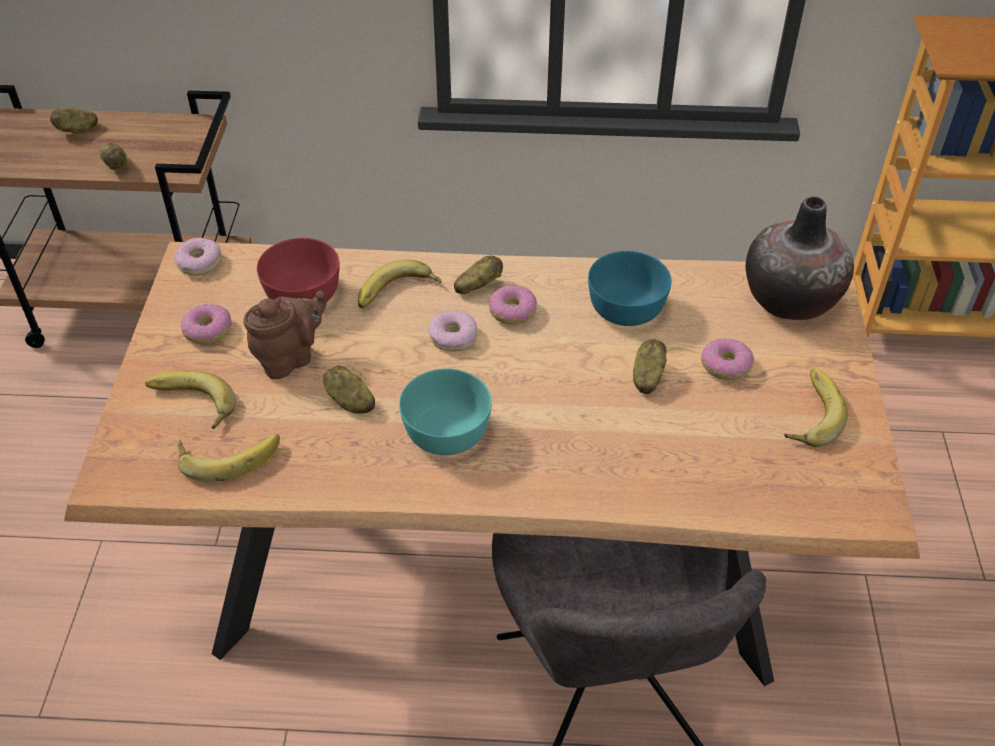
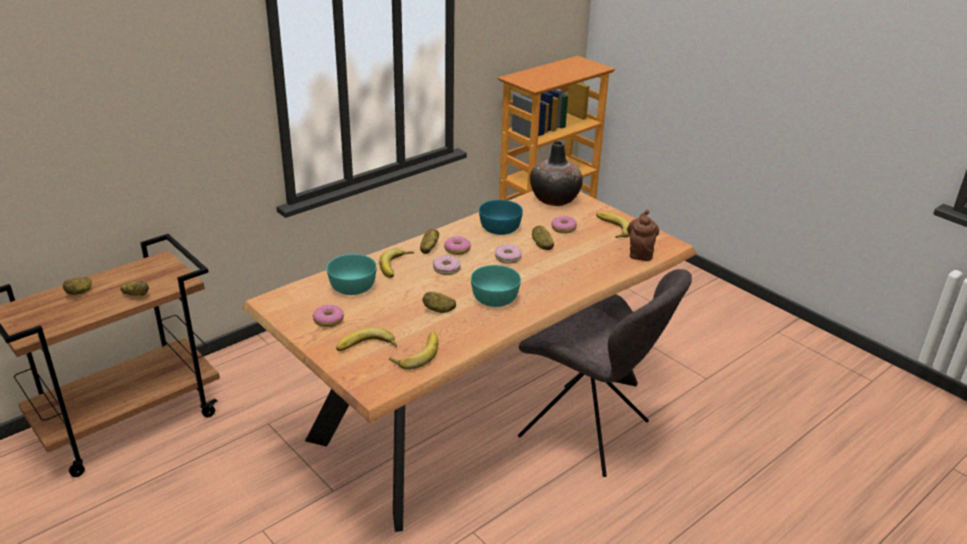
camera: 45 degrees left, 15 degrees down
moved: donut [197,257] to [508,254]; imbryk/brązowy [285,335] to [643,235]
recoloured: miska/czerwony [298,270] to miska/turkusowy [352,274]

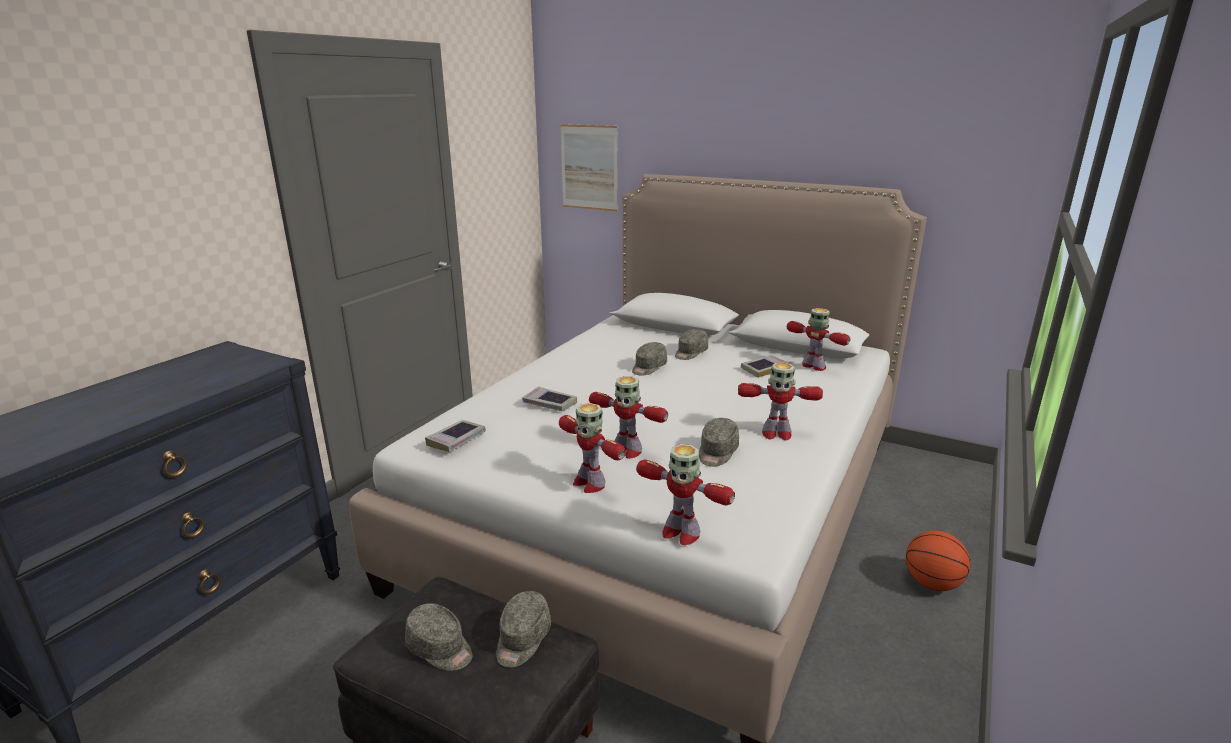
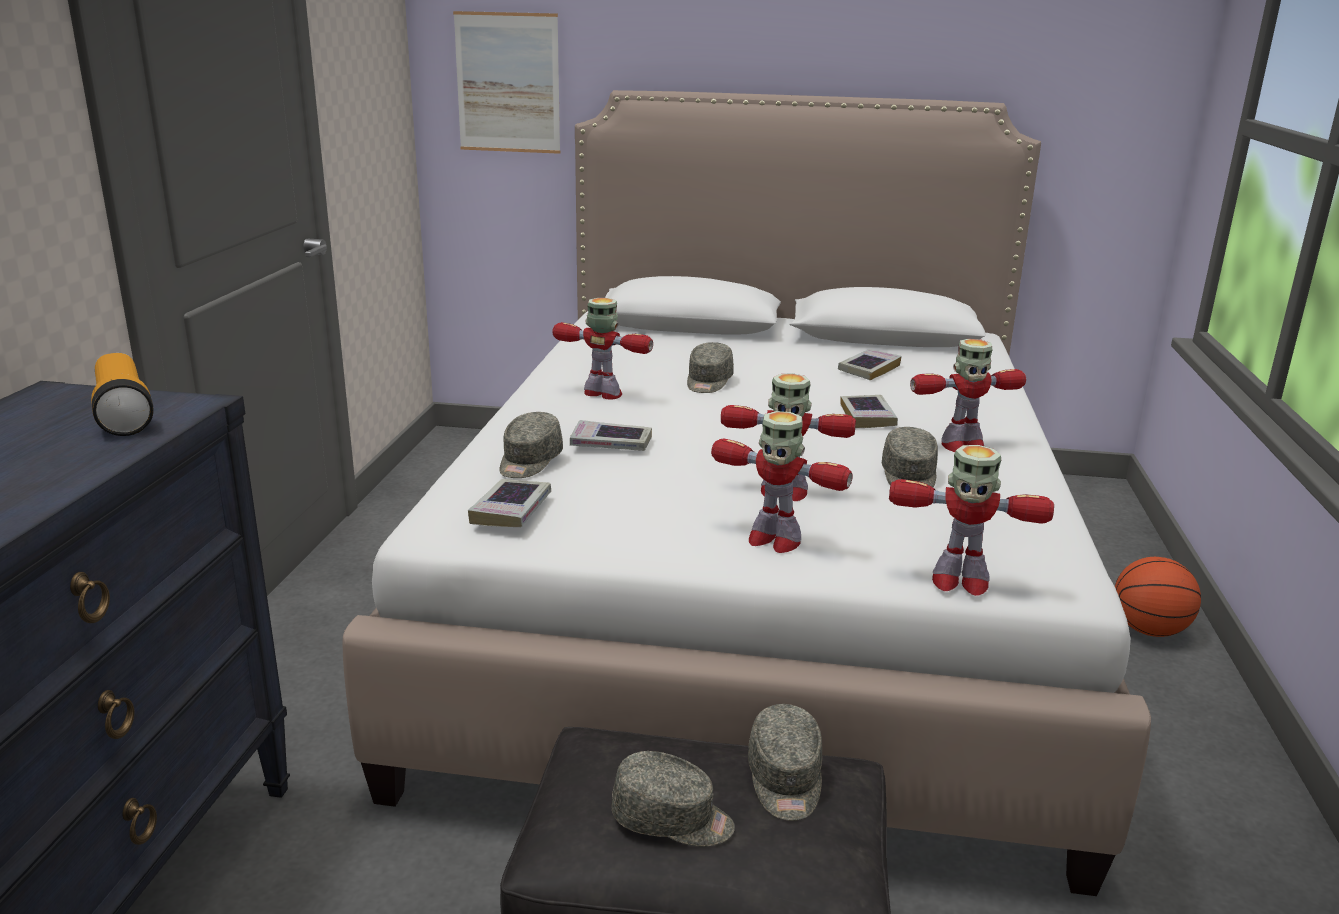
camera: 20 degrees left, 0 degrees up
added: latarka [122,394]; książka [869,411]
moved: czapka z daszkiem/szary [691,344] to [531,445]; robot zabawkowy [818,339] to [602,349]

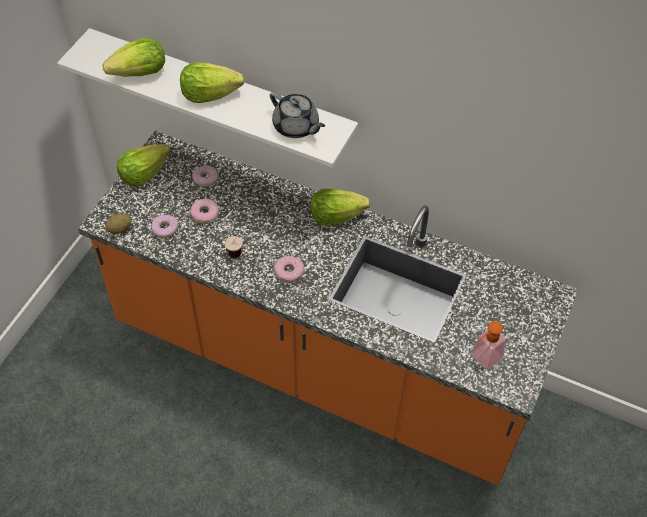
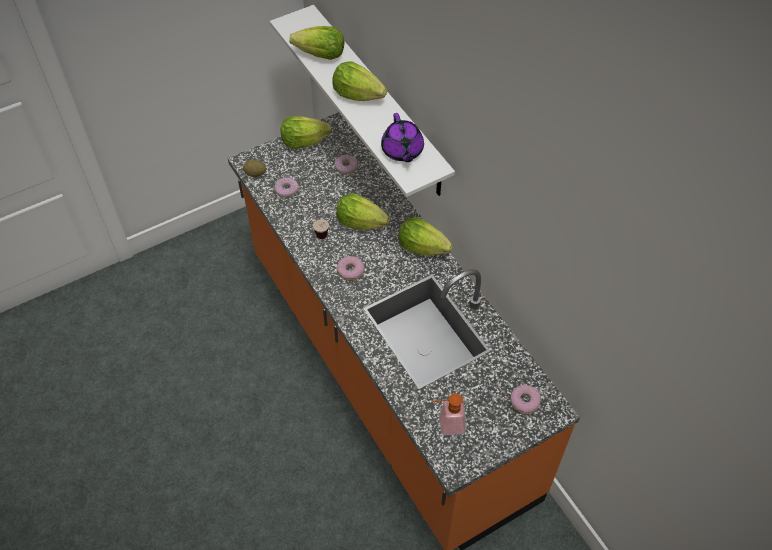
camera: 35 degrees right, 0 degrees up
added: sałata [363,211]
moved: donut [204,211] to [526,399]
recoloured: imbryk/szary [297,115] to imbryk/fioletowy [402,137]

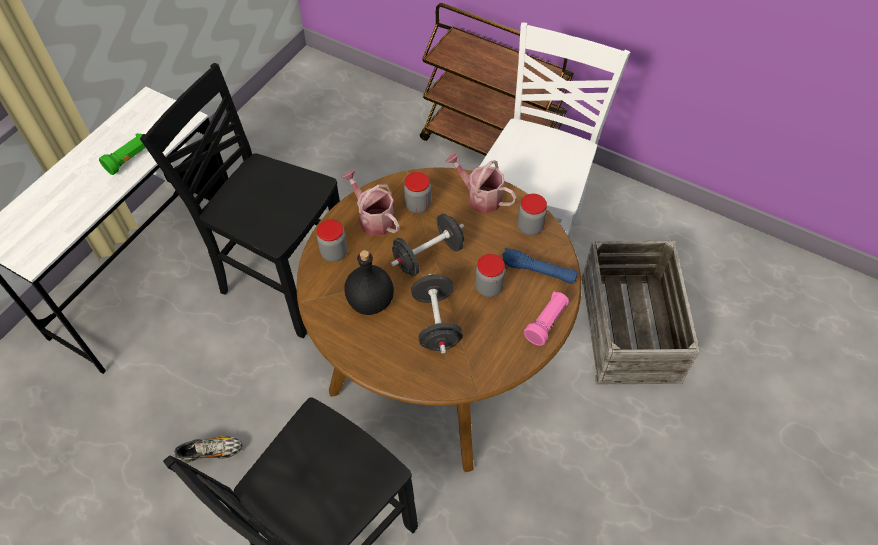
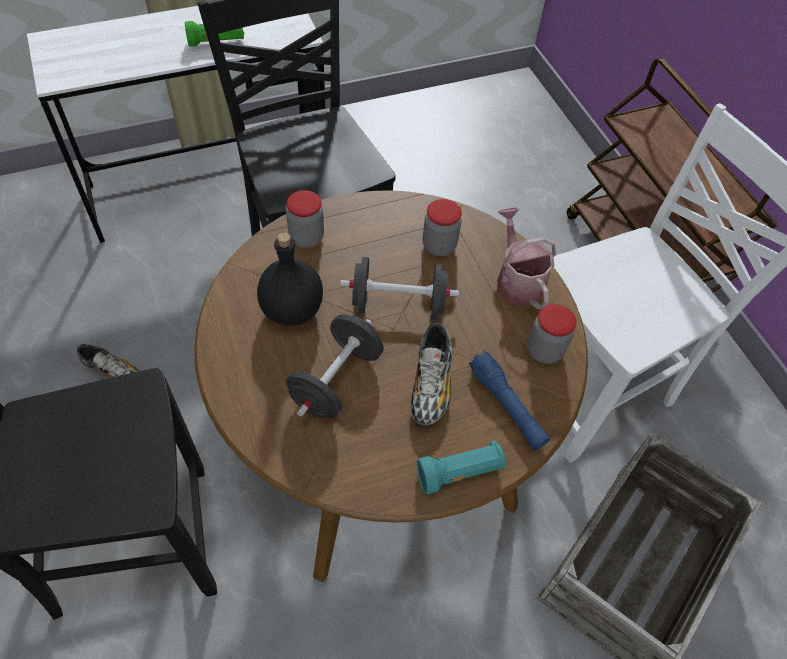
camera: 35 degrees right, 0 degrees up
removed: konewka [370,202]
replaced: słoik [490,275] to but [431,374]
recoloured: latarka/różowy [546,319] to latarka/turkusowy [461,467]

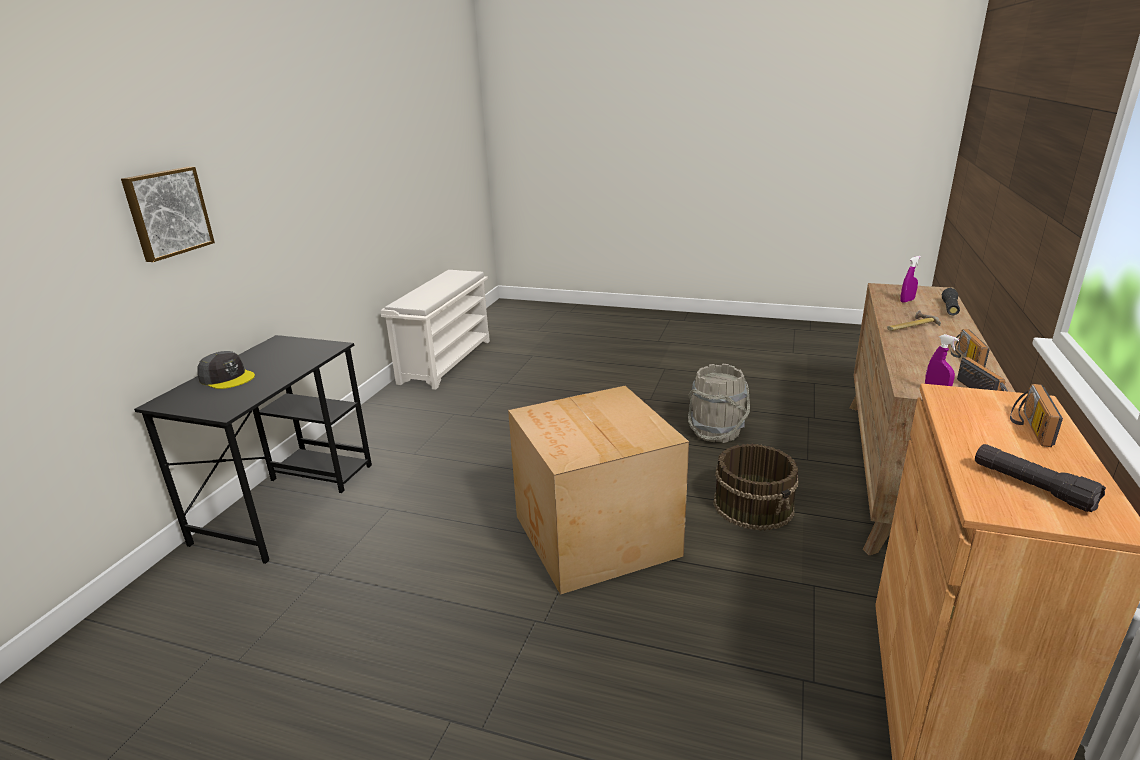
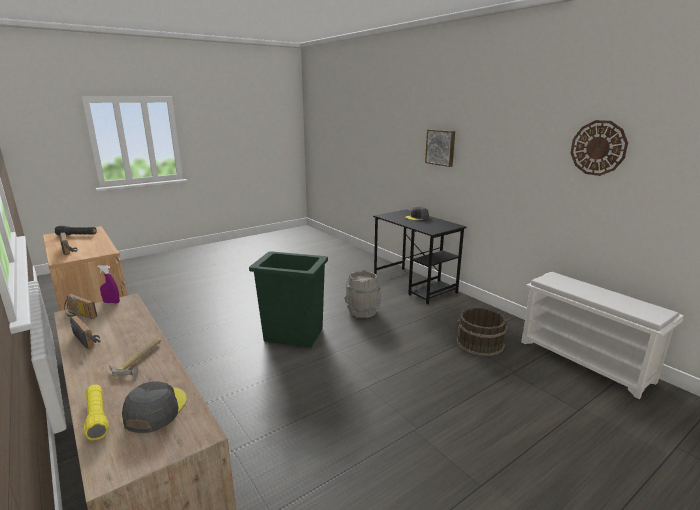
camera: 125 degrees right, 5 degrees down
added: zegar ścienny [599,148]
moved: wiadro/szary [719,403] to [363,294]; wiadro/brązowy [755,487] to [481,332]
replaced: karton [598,490] to kosz na śmieci/zielony [288,299]; spryskiwacz/fioletowy [910,279] to czapka z daszkiem/szary [154,407]
recoloured: latarka/czarny [951,301] to latarka/żółty [96,412]

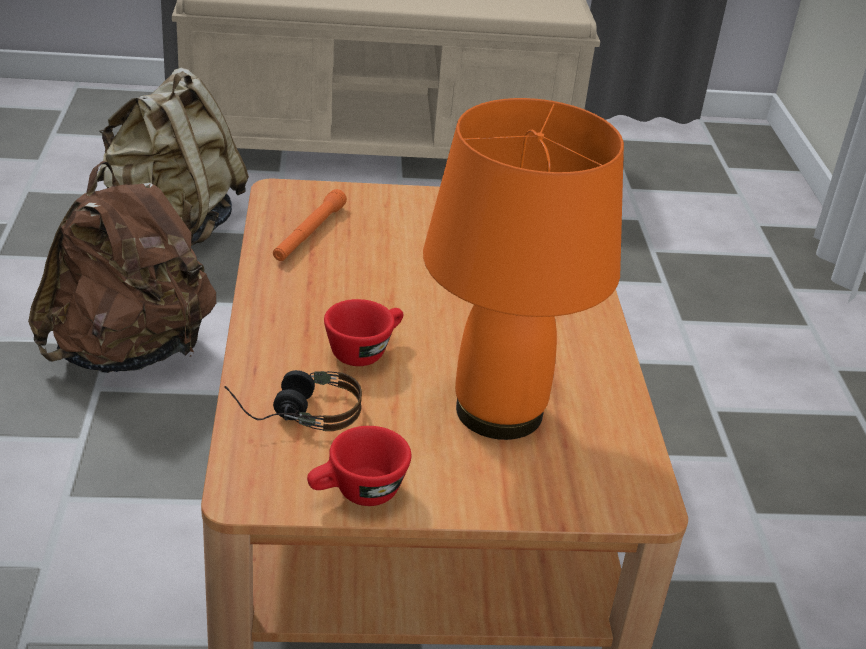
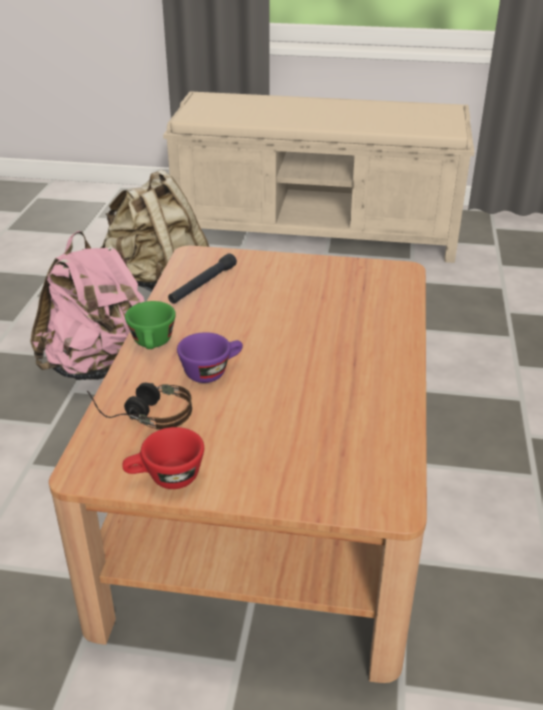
camera: 15 degrees right, 0 degrees up
removed: lampa stołowa/pomarańczowy [523,269]
added: filiżanka/zielony [150,325]
recoloured: plecak/brązowy [122,267] to plecak/różowy [87,305]; latarka/pomarańczowy [310,225] to latarka/czarny [202,278]; filiżanka/czerwony [363,332] to filiżanka/fioletowy [210,357]

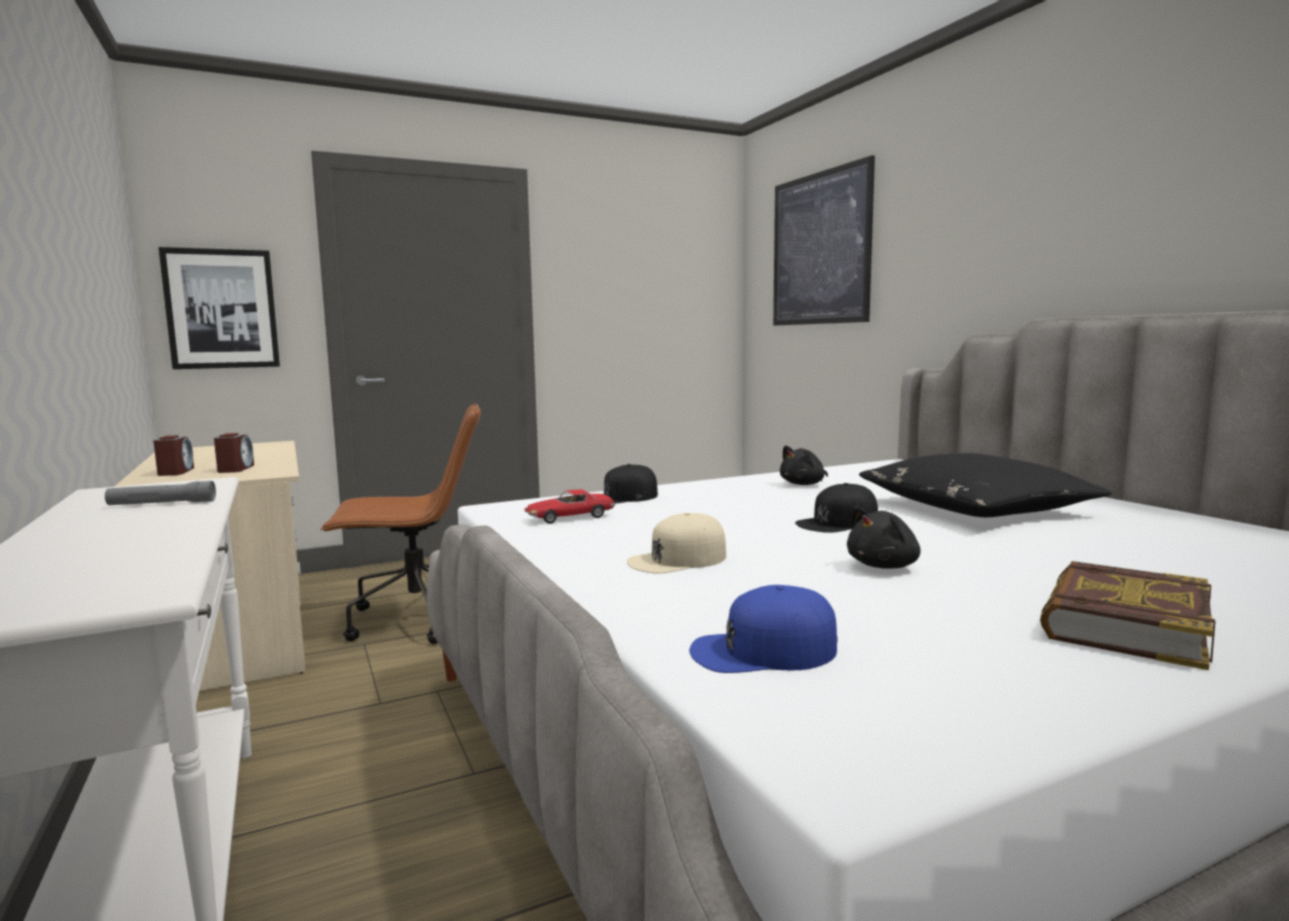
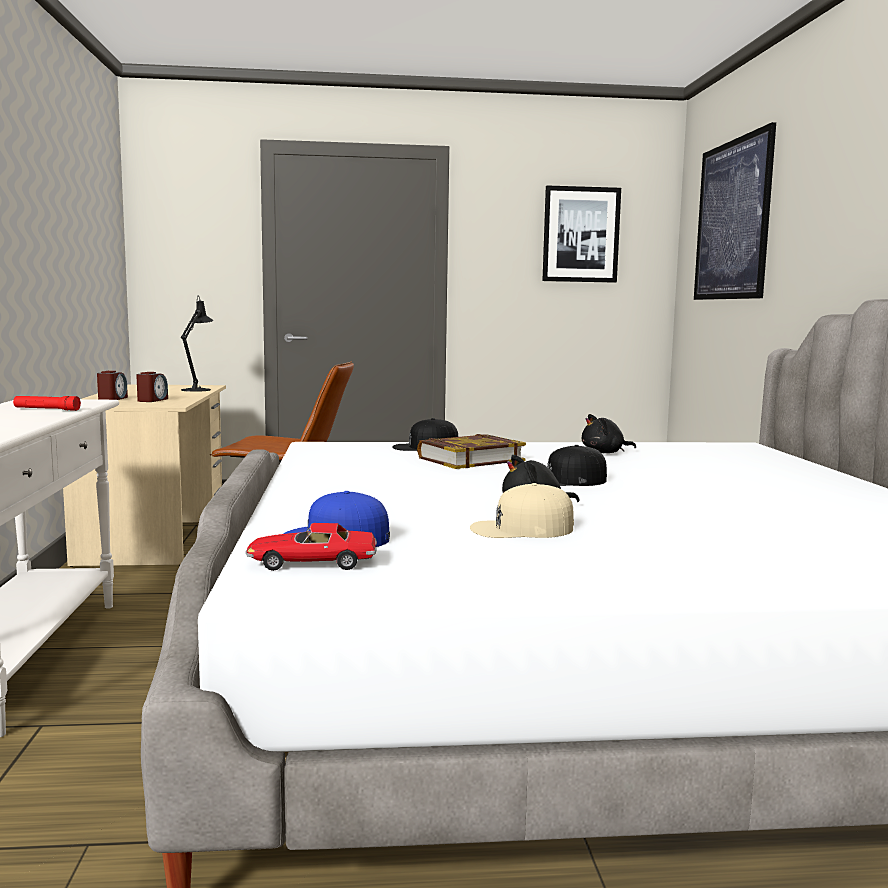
camera: 20 degrees right, 0 degrees up
removed: poduszka/czarny [985,485]
added: lampa stołowa/czarny [197,344]
moved: obraz [219,308] to [581,234]; samochodzik [569,506] to [311,547]; czapka z daszkiem/beżowy [676,543] to [522,510]; książka [1127,615] to [471,451]
recoloured: latarka/szary [160,493] to latarka/czerwony [47,403]

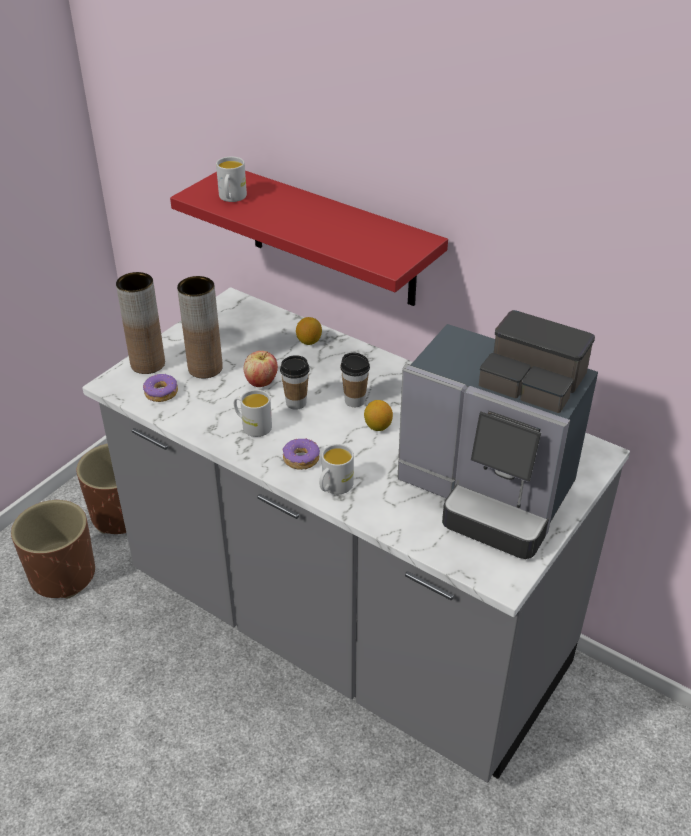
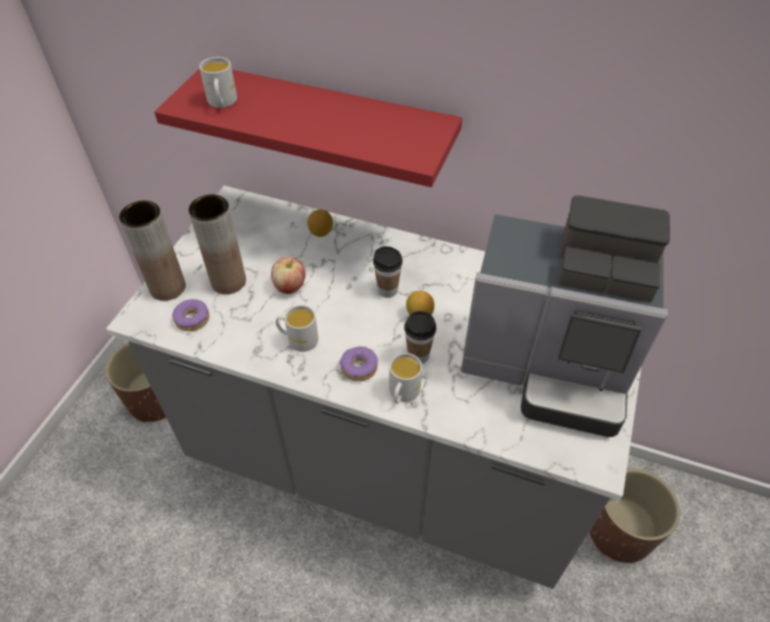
camera: 15 degrees left, 10 degrees up
moved: donica/brązowy [53,549] to [635,516]; filiżanka [295,382] to [420,337]

